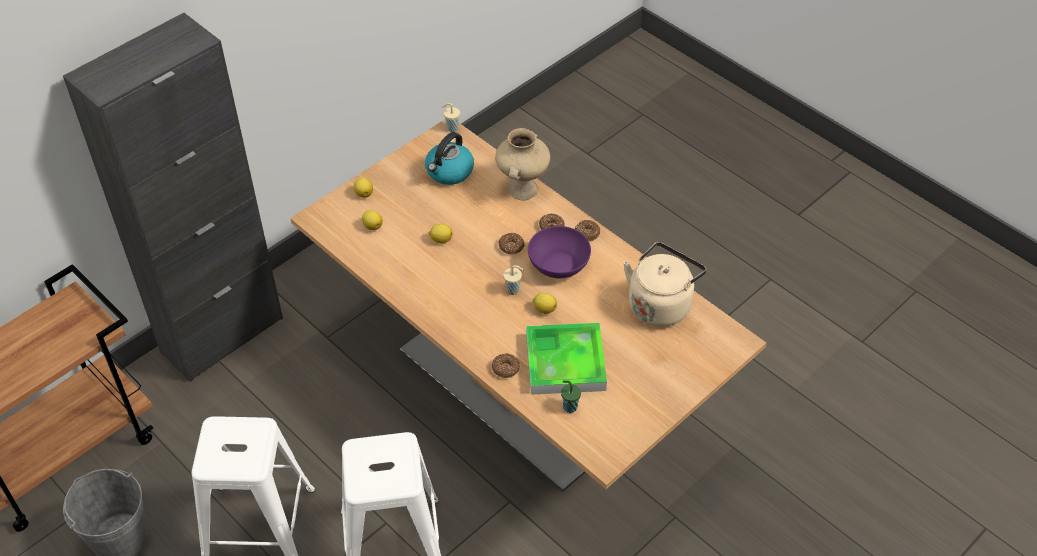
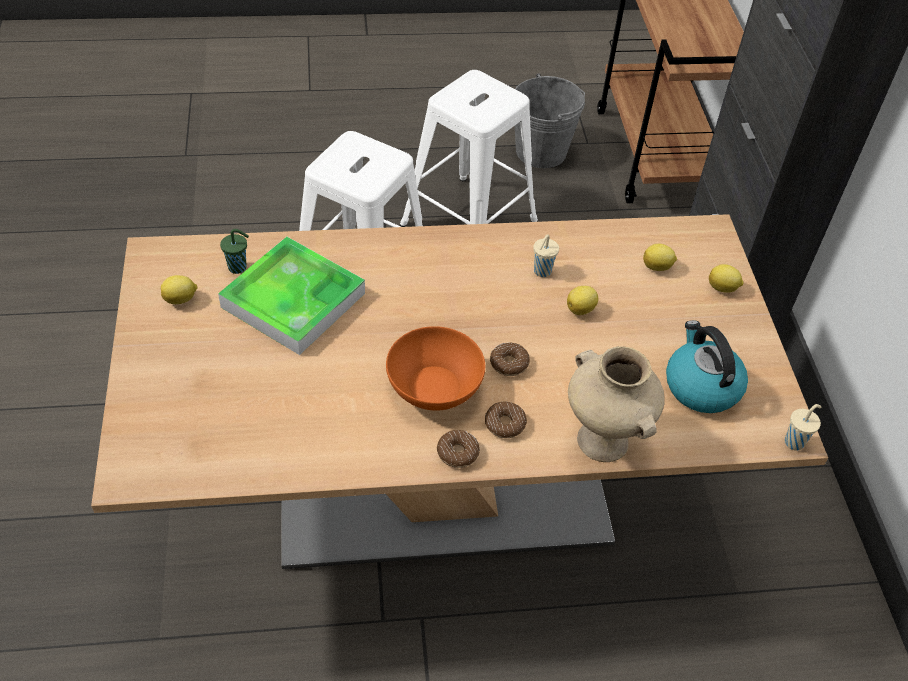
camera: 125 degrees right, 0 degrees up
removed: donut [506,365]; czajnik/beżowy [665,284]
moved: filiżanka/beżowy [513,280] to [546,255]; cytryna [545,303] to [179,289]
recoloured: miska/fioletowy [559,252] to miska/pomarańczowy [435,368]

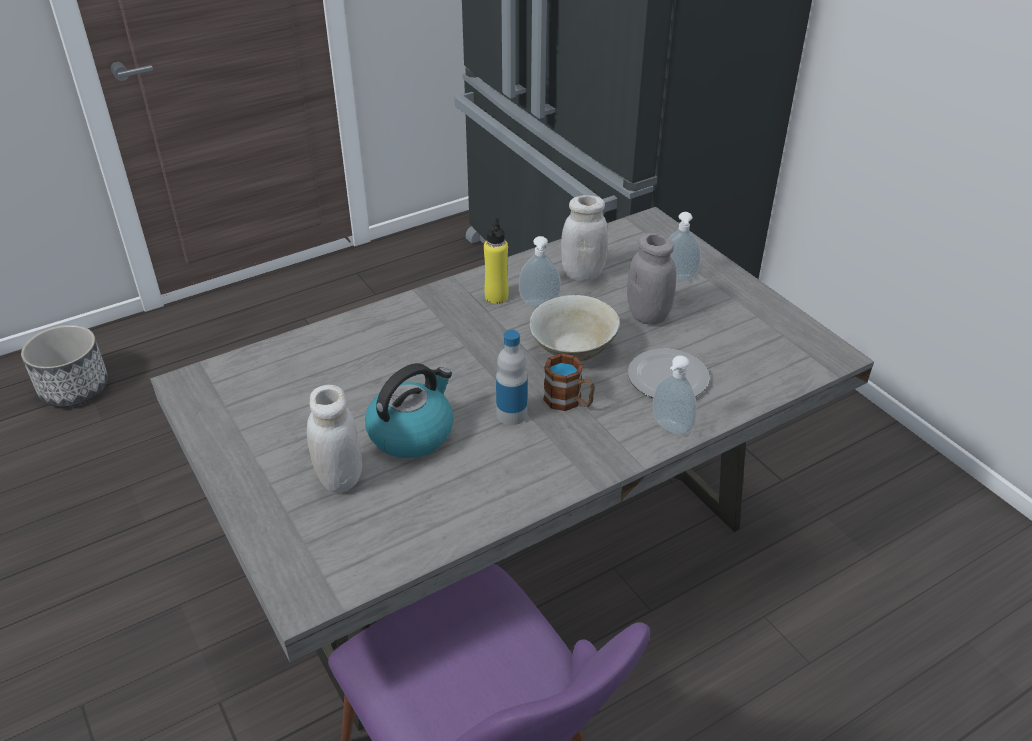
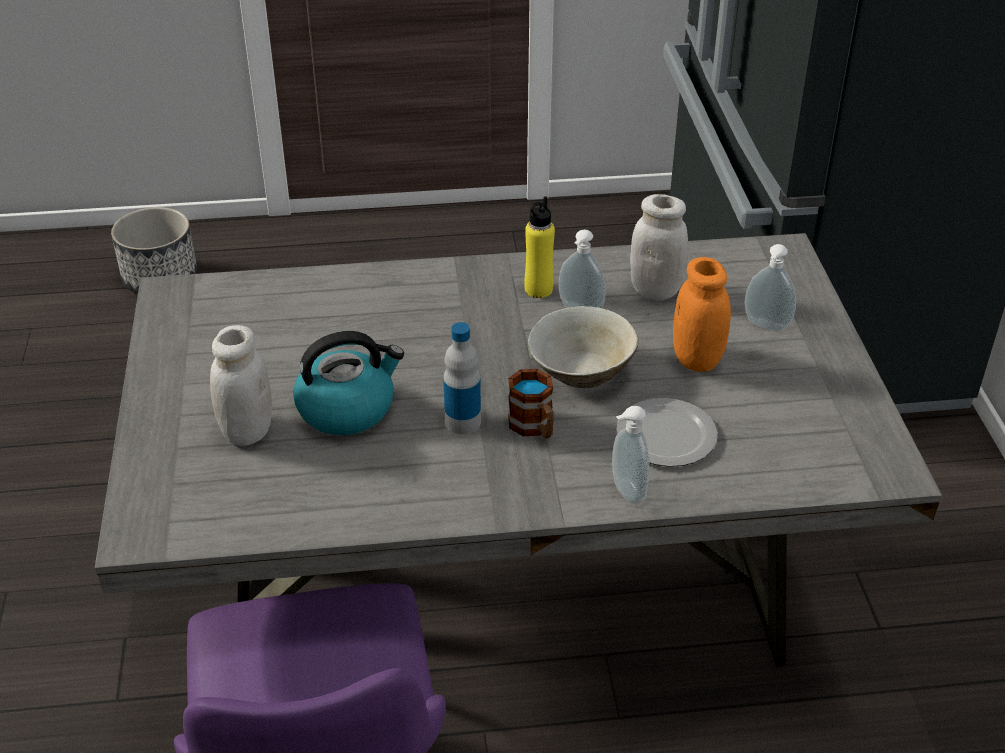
camera: 25 degrees right, 0 degrees up
recoloured: słoik/szary [651,279] to słoik/pomarańczowy [702,314]

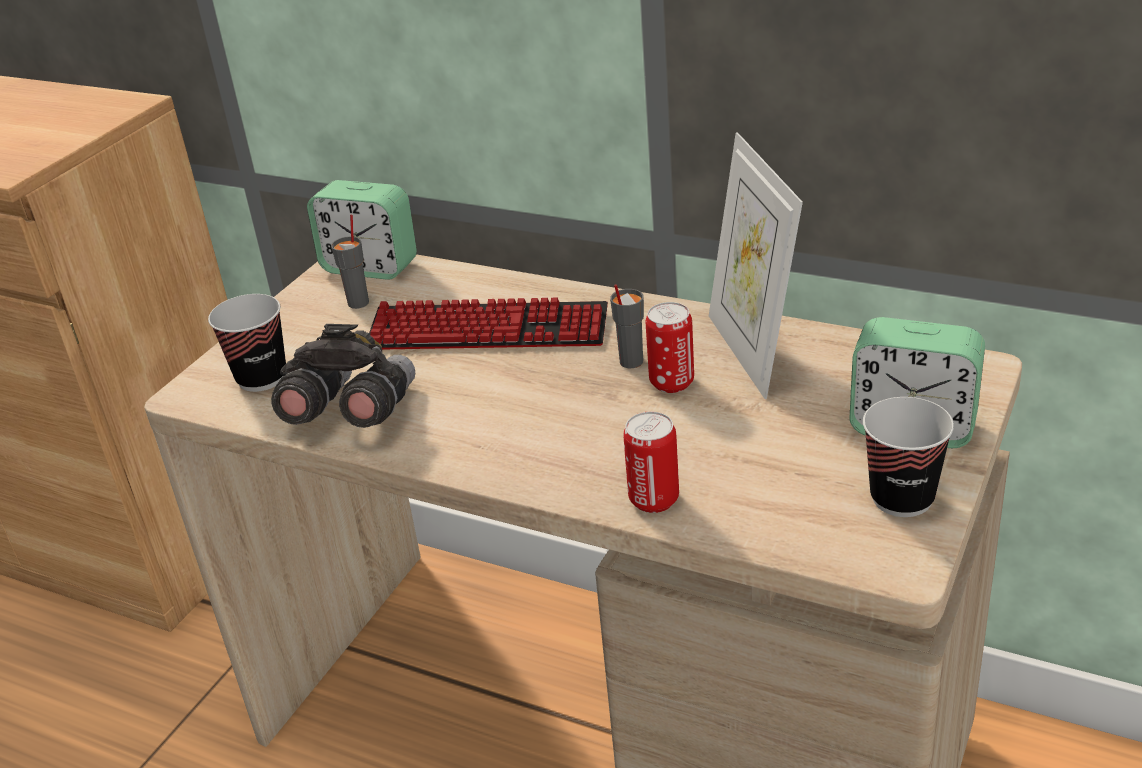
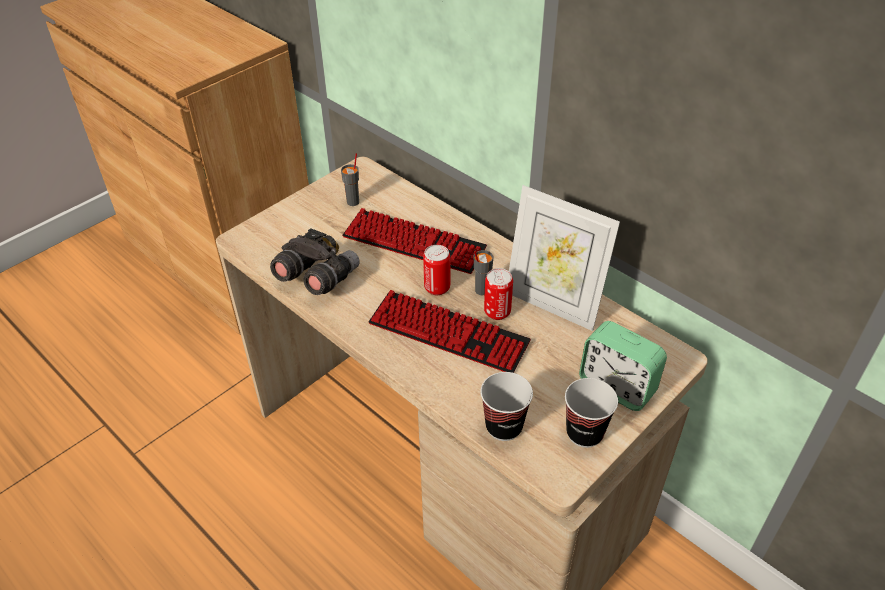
camera: 15 degrees right, 10 degrees up
removed: budzik [362,230]
added: klawiatura [449,331]
moved: filiżanka [247,343] to [506,406]; puszka [651,462] to [436,270]
turned: ramka na zdjęcie [756,265] = [564,258] 60 degrees counterclockwise

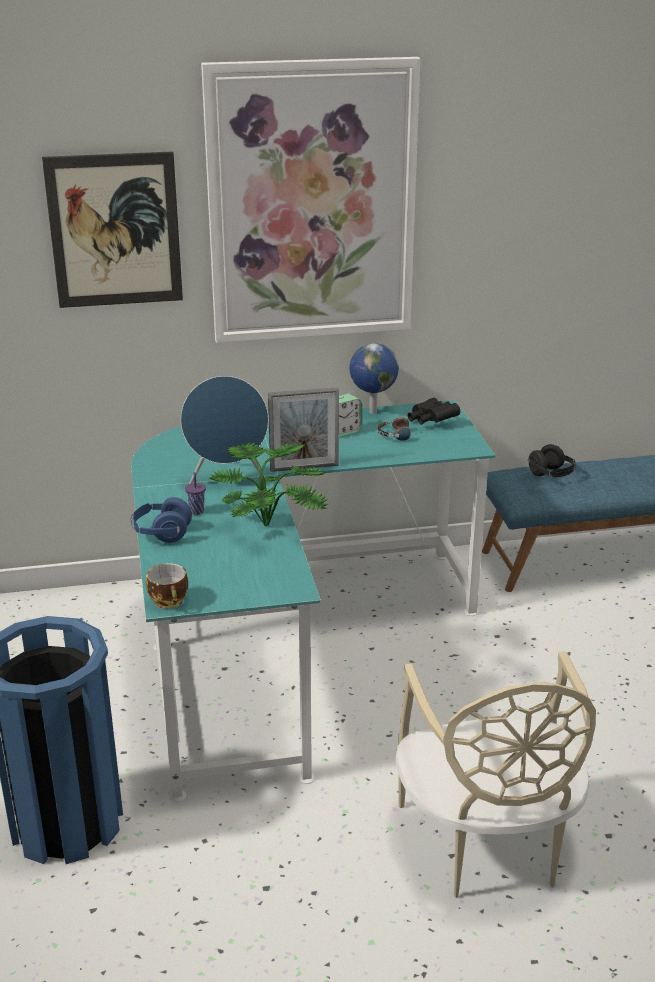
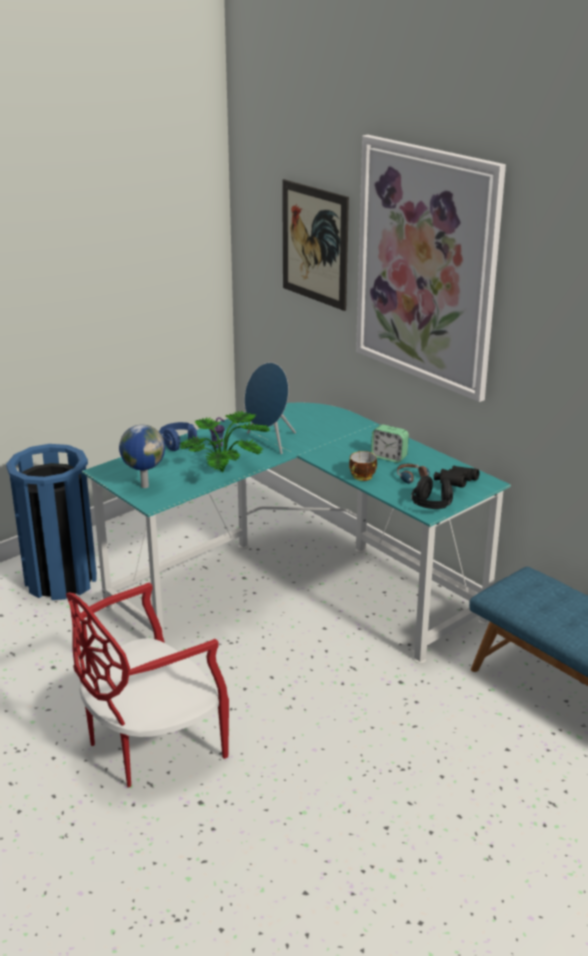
camera: 60 degrees right, 0 degrees up
removed: ramka na zdjęcie [303,429]
moved: filiżanka [167,586] to [363,466]; globus [374,378] to [142,456]; słuchawki/czarny [551,460] to [432,492]
recoloured: krzesło/beżowy [496,774] to krzesło/czerwony [147,685]

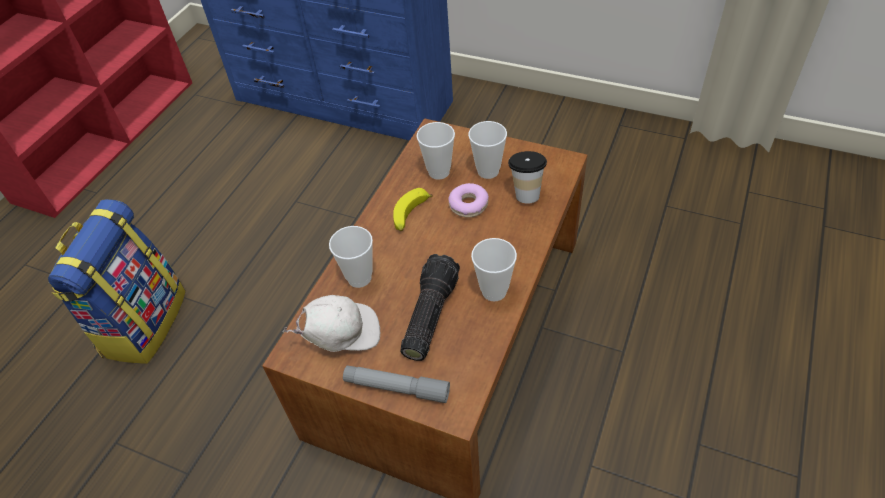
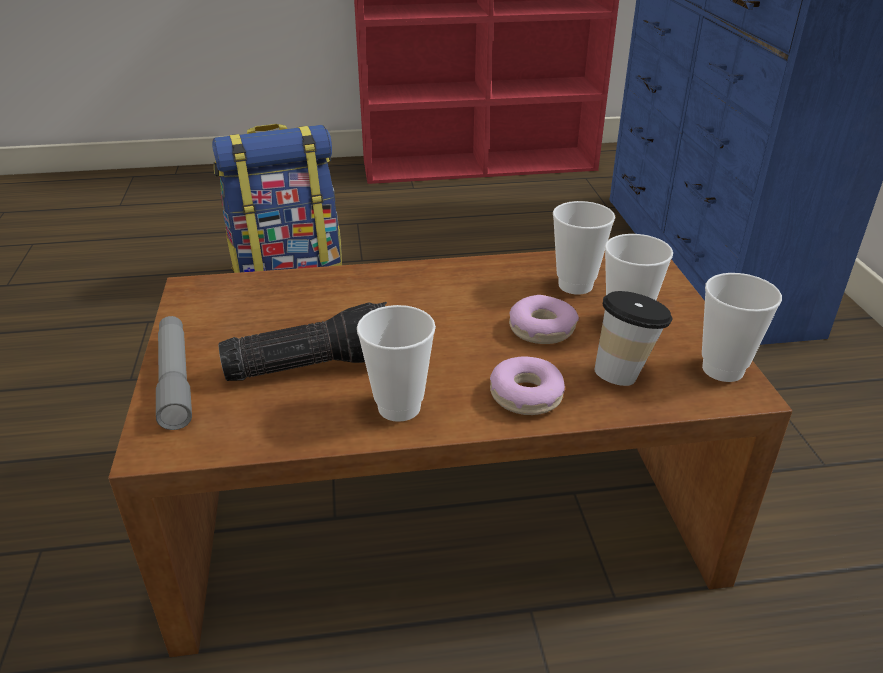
camera: 55 degrees right, 15 degrees down
removed: czapka z daszkiem/biały [332,323]; banan [412,209]
added: donut [527,385]
moved: filiżanka [351,257] to [742,327]

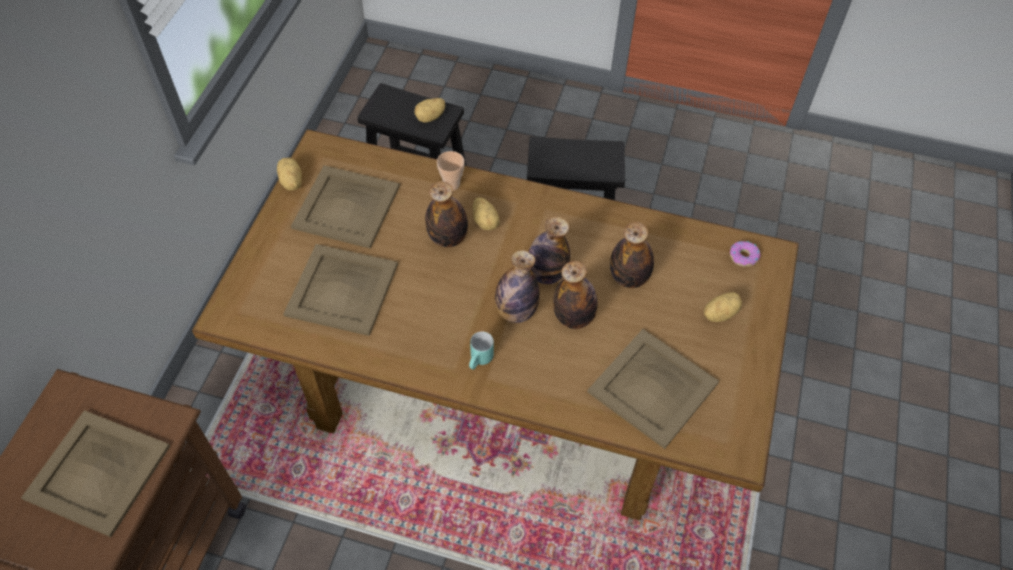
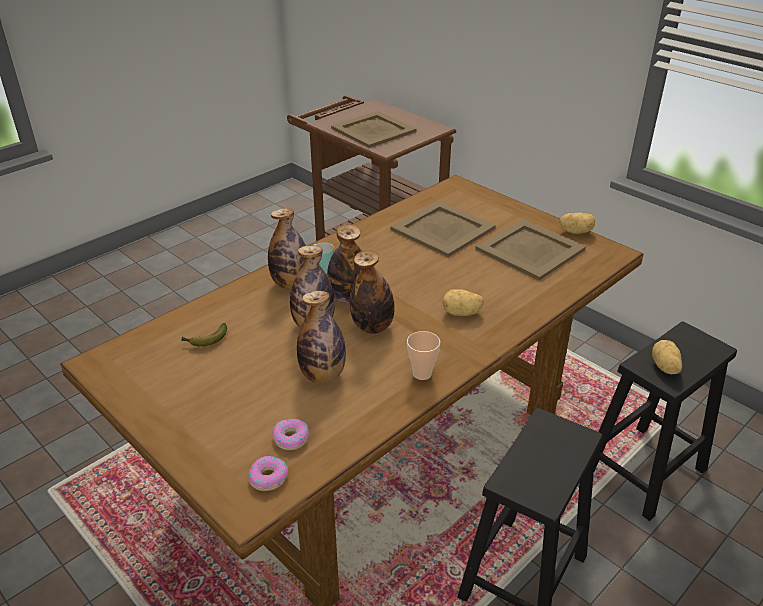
camera: 120 degrees right, 20 degrees down
removed: ziemniak [723,307]
added: donut [290,434]
moved: butelka [446,214] to [287,248]; filiżanka [451,170] to [423,355]
replaced: taca/beżowy [653,389] to banan [204,334]

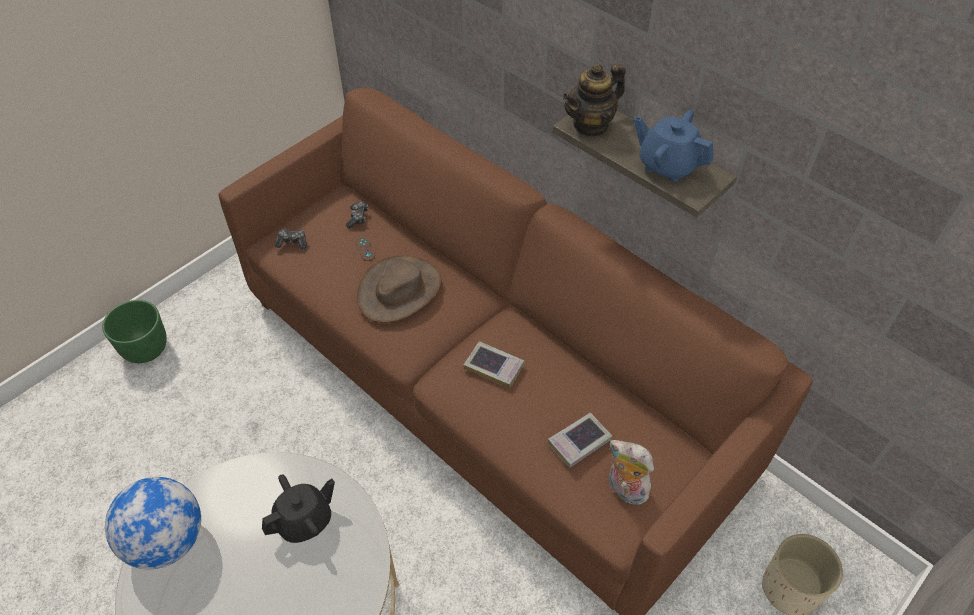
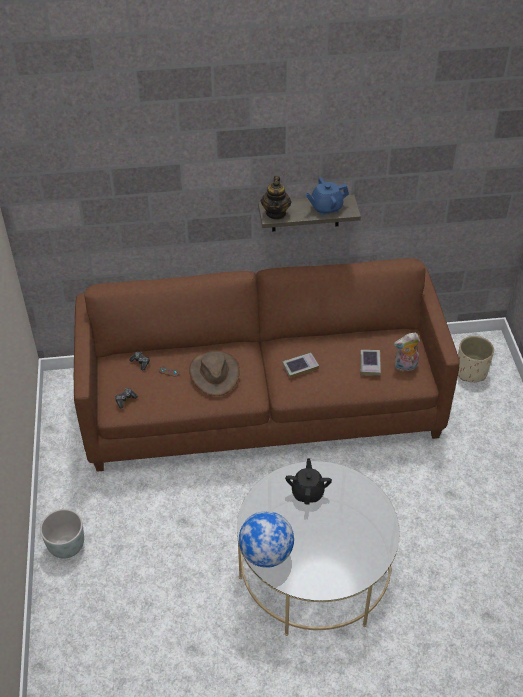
camera: 50 degrees left, 5 degrees down
recoloured: donica/zielony [134,331] to donica/szary [62,534]

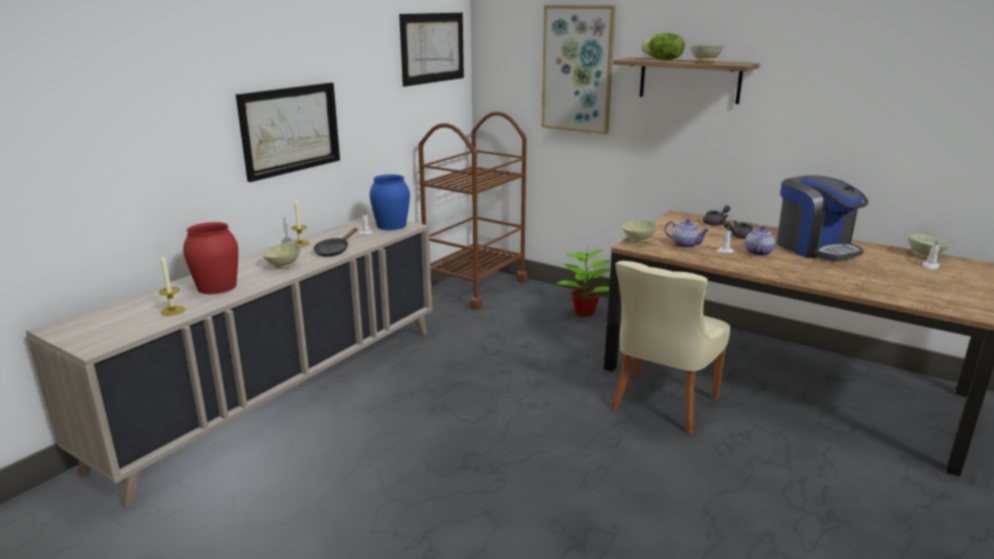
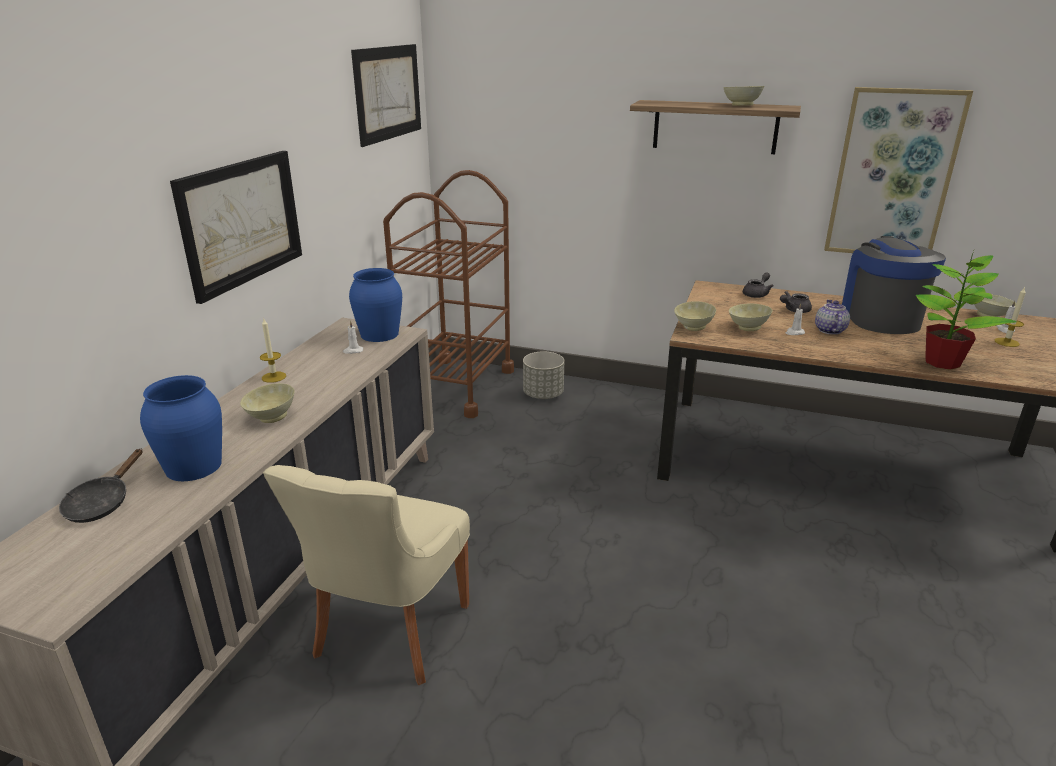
camera: 15 degrees left, 5 degrees up
removed: sałata [663,46]
added: donica/szary [543,375]
moved: świeca [172,285] to [1010,317]; patelnia/czarny [335,242] to [100,485]; obraz [579,69] to [898,170]; roślina doniczkowa [584,282] to [966,310]; krzesło/beżowy [670,347] to [366,575]
replaced: imbryk [687,233] to miska/beżowy [750,317]
recoloured: wazon/czerwony [210,258] to wazon/niebieski [181,428]
turned: ekspres do kawy [823,218] = [894,285] 135 degrees counterclockwise

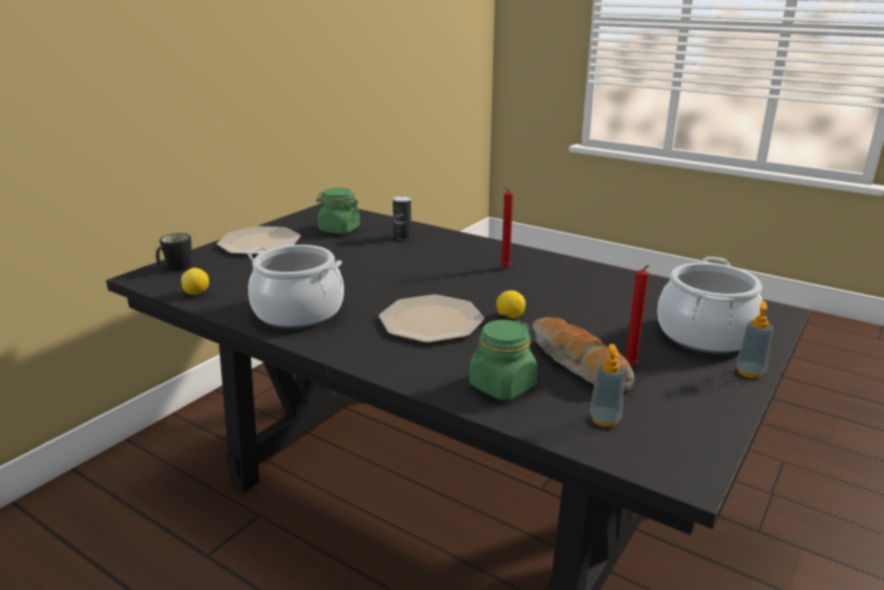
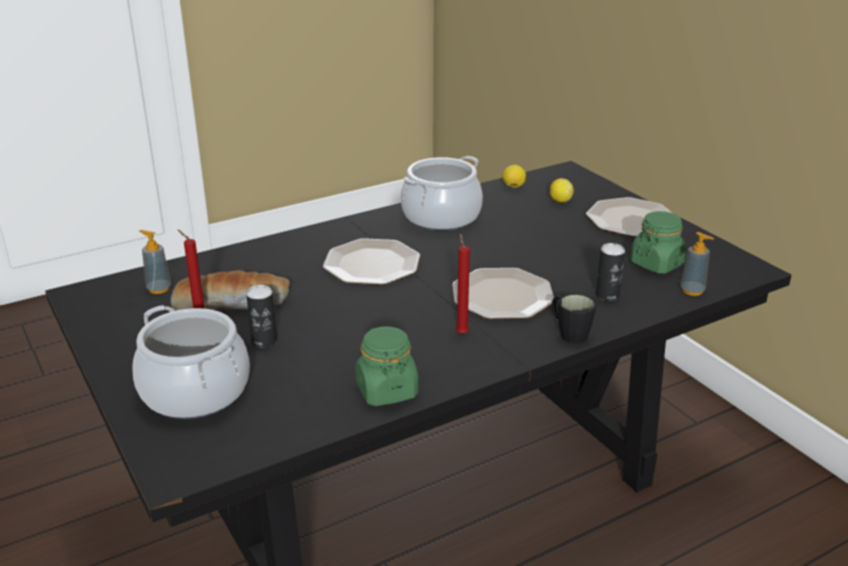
camera: 115 degrees right, 5 degrees up
added: puszka [261,316]; talerz [503,293]
moved: kubek/czarny [174,252] to [574,318]; słoik/zielony [503,360] to [386,366]; cytryna [511,304] to [562,190]; dozownik mydła [754,339] to [697,264]

